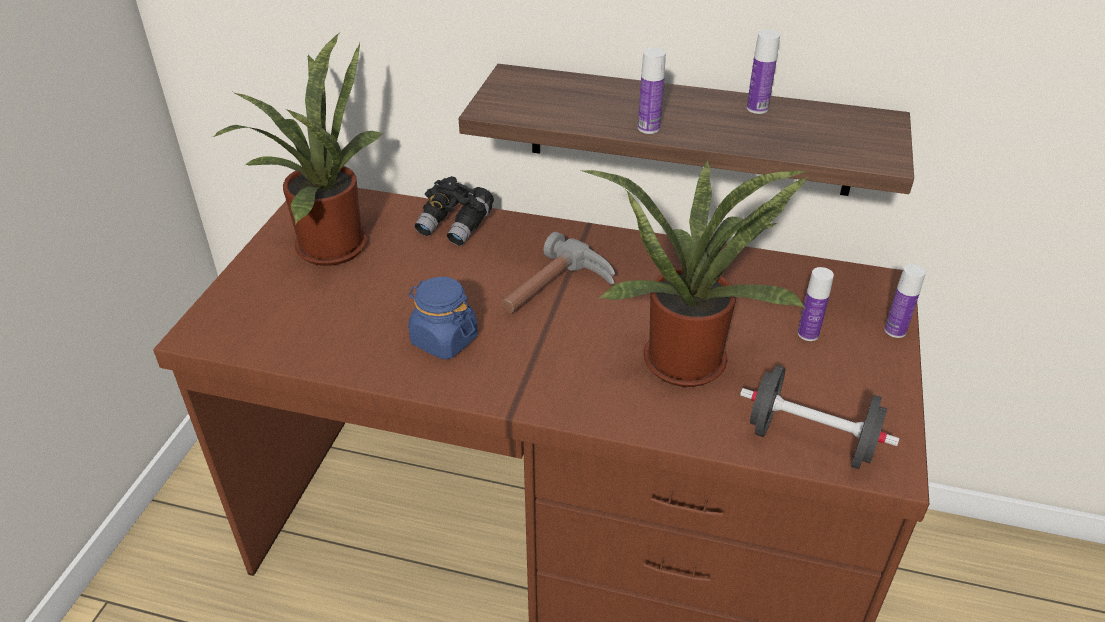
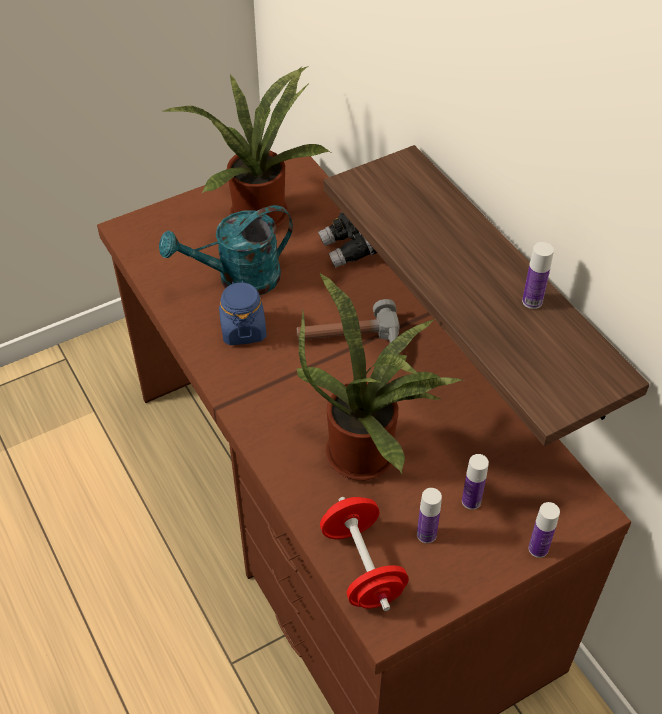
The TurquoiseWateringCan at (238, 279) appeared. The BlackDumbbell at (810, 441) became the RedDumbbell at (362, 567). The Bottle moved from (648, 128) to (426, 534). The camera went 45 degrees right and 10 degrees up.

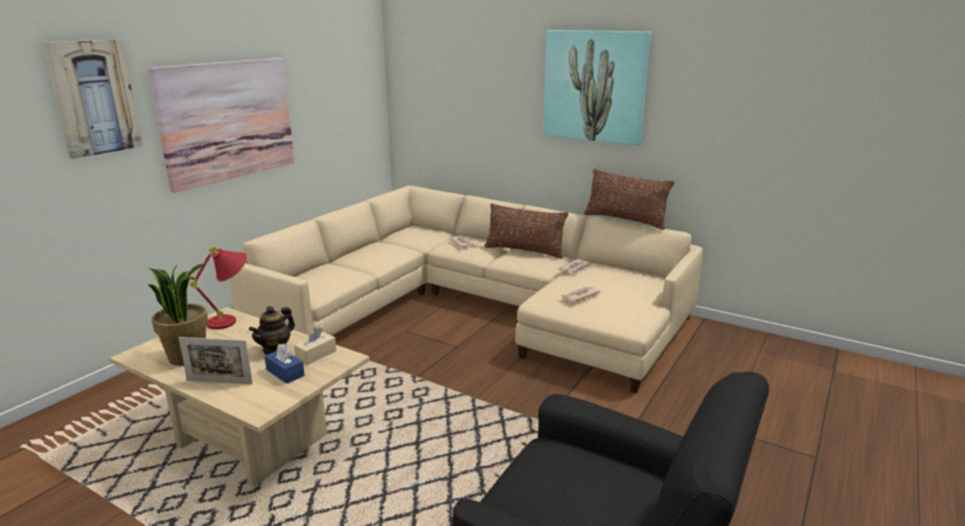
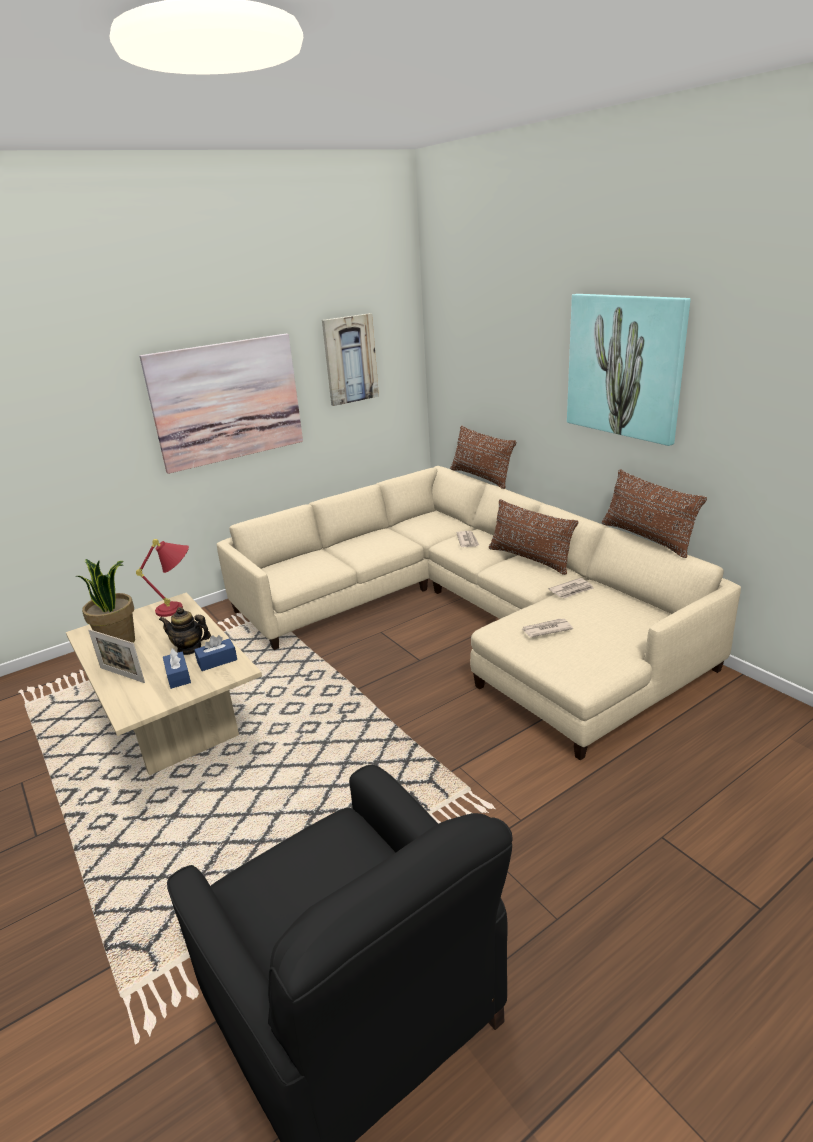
The Teapot at (275, 350) turned 45 degrees clockwise. The BeigeTissueBox at (316, 355) became the BlueTissueBox at (217, 661). The Picture moved from (94, 97) to (350, 359). The BrownPillow at (481, 477) appeared. The camera went 25 degrees right and 5 degrees up.

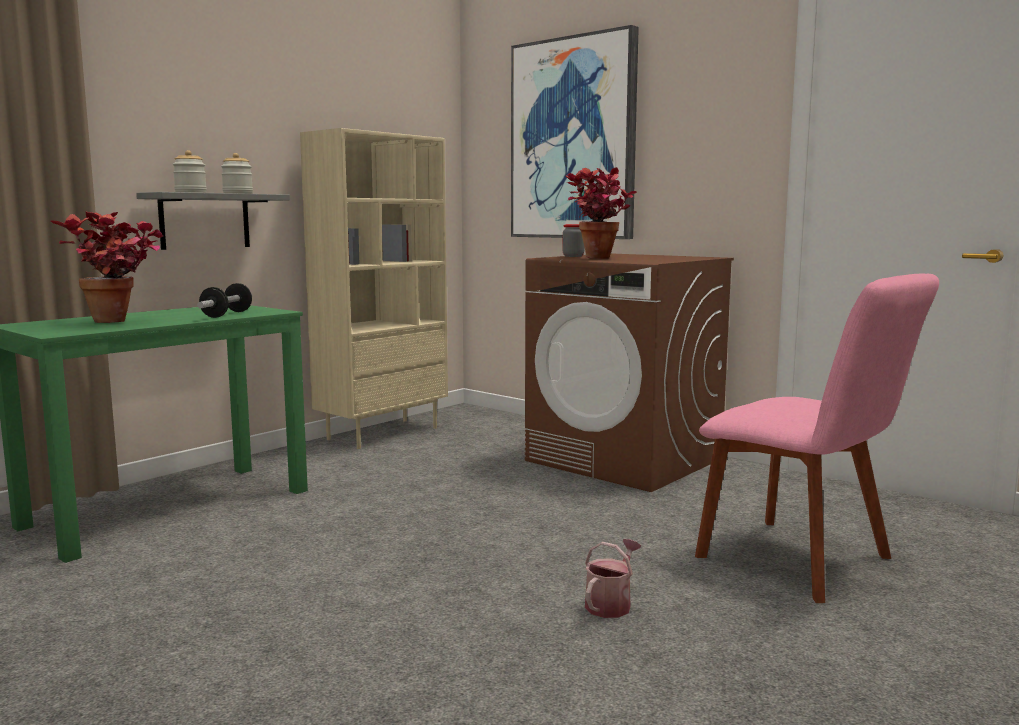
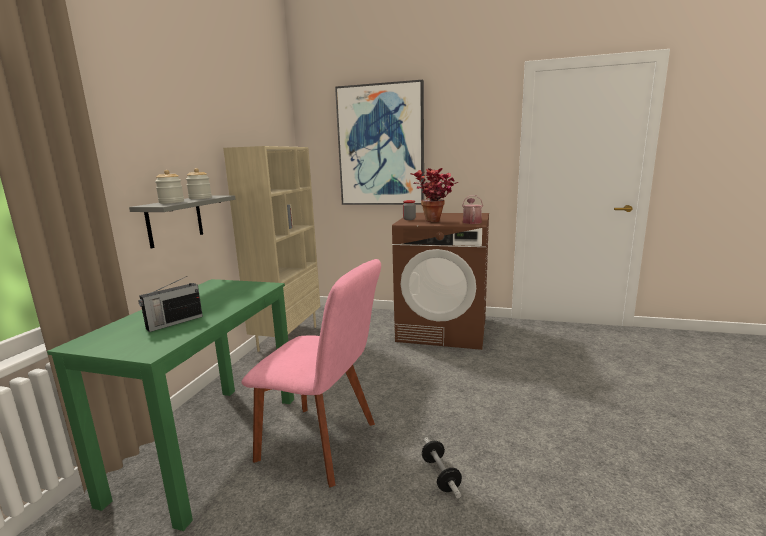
The PottedPlant at (120, 322) was replaced by the Radio at (174, 322). The PinkChair moved from (802, 561) to (323, 443). The Dumbbell moved from (227, 314) to (440, 475). The WateringCan moved from (611, 604) to (471, 222). The camera went 25 degrees left and 5 degrees up.

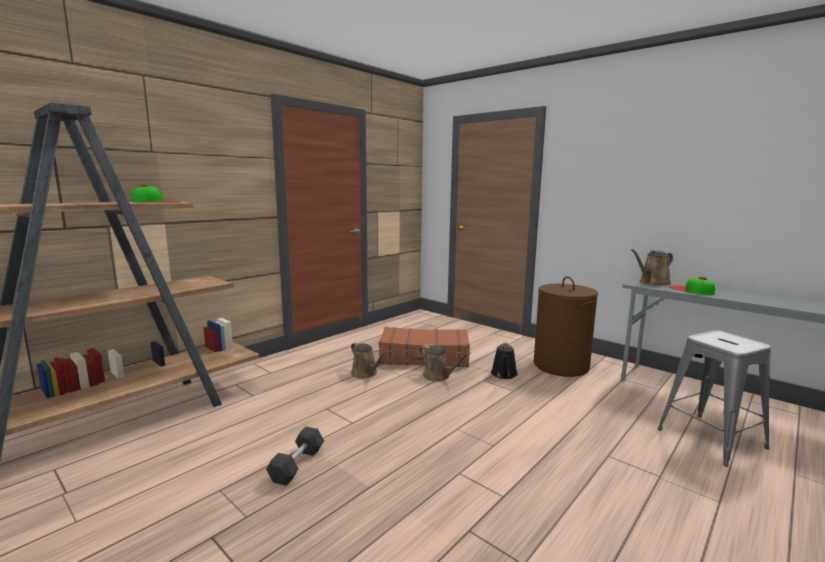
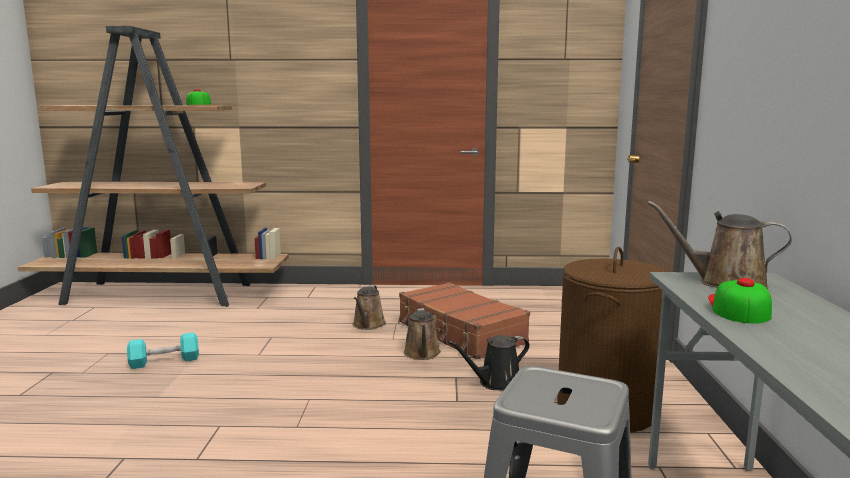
The GreyDumbbell at (297, 465) became the TurquoiseDumbbell at (164, 361). The camera went 50 degrees right and 0 degrees up.

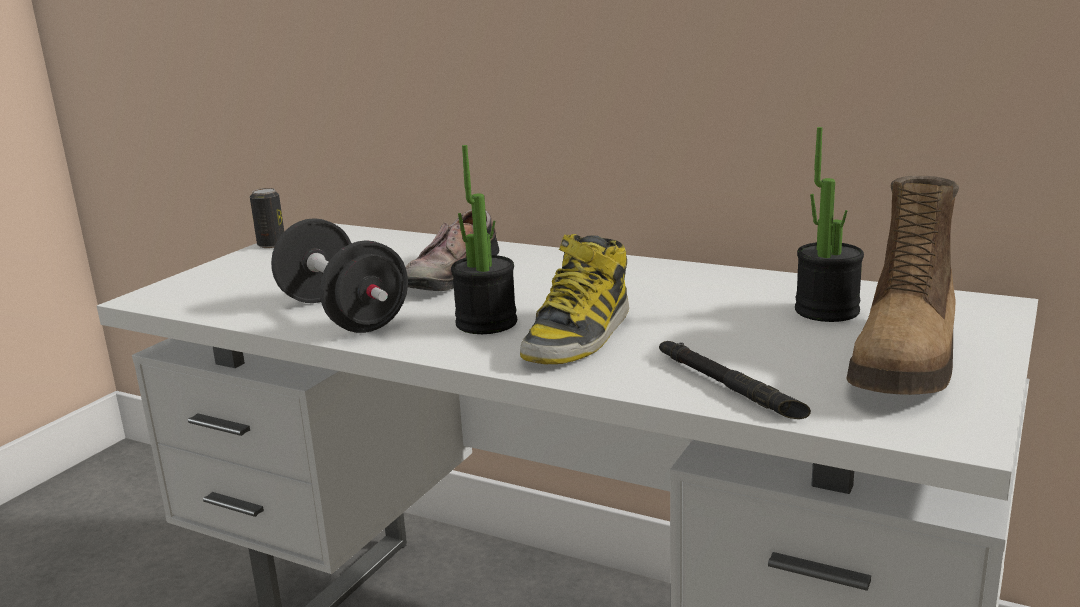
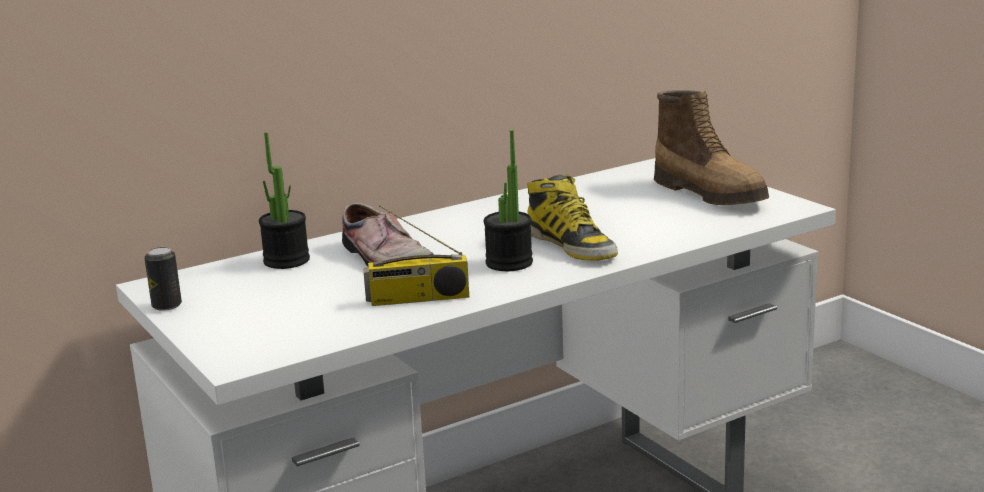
The PottedPlant moved from (826, 311) to (286, 261). The BlackDumbbell at (343, 314) was replaced by the Radio at (417, 299). The BlackFlashlight at (728, 386) disappeared. The camera went 60 degrees left and 0 degrees up.

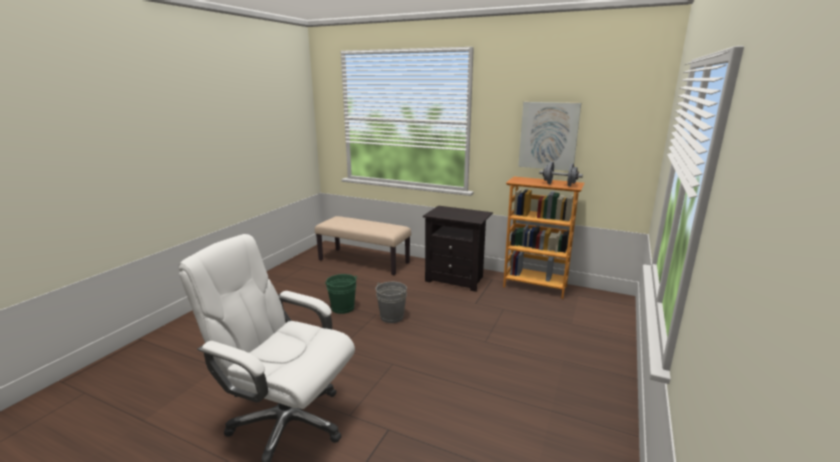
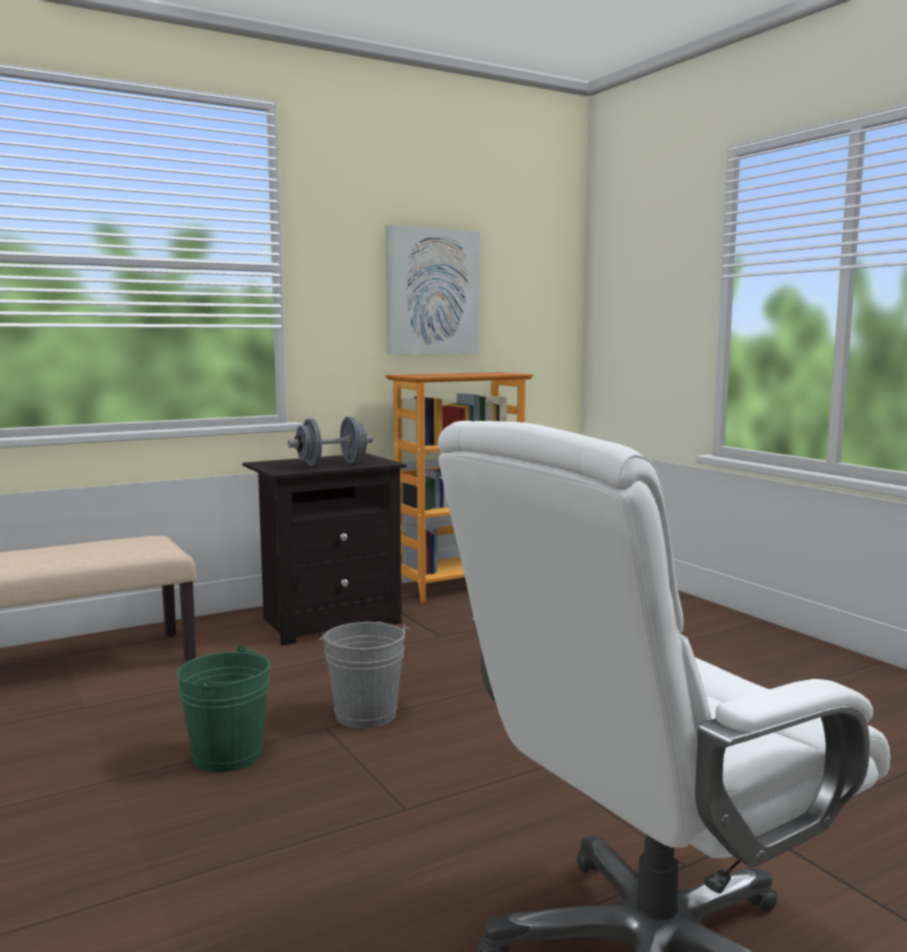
The GreyDumbbell moved from (559, 184) to (331, 464). The camera went 55 degrees left and 10 degrees down.

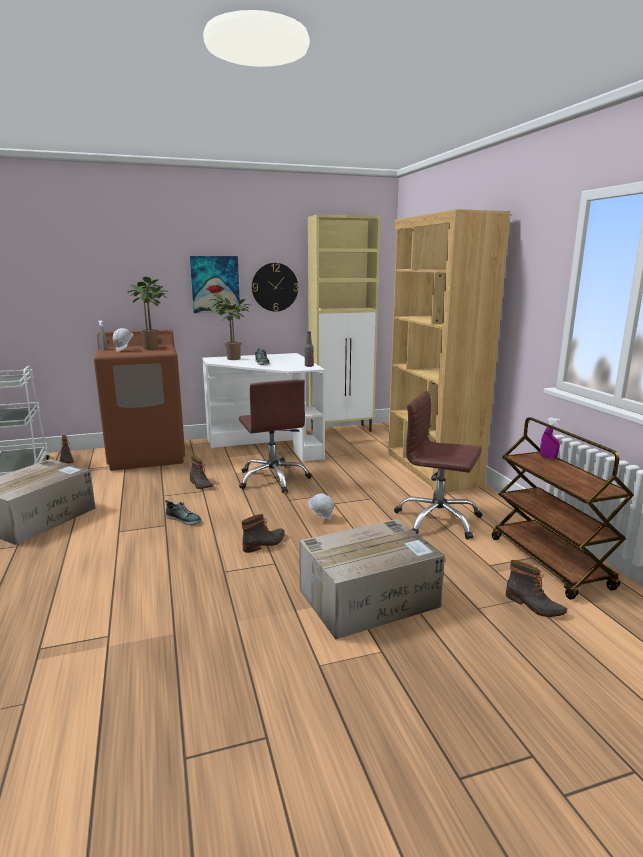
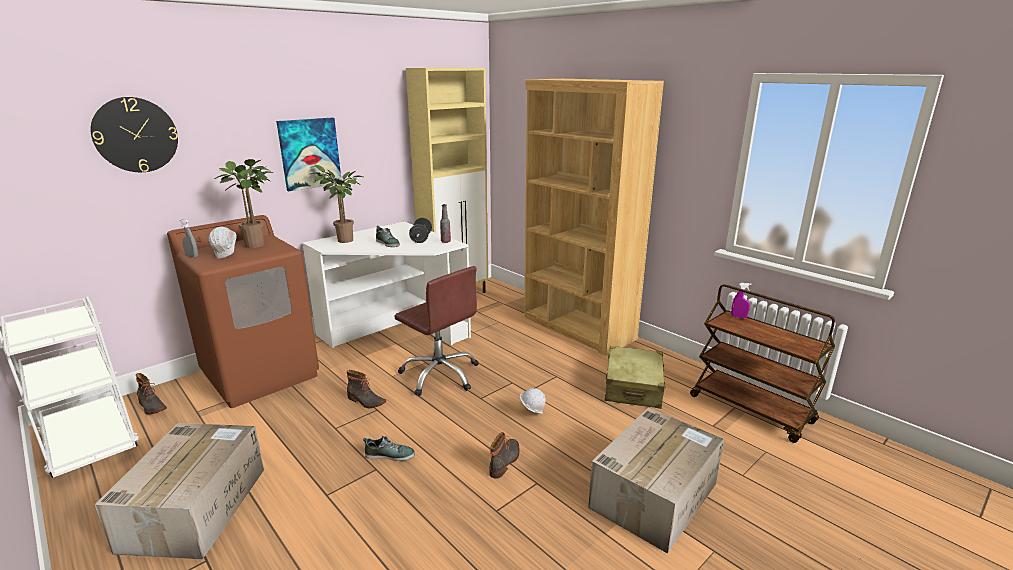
The WallClock moved from (275, 287) to (135, 135). The BlackDumbbell at (421, 239) appeared. The BrownOfficeChair at (438, 520) was replaced by the BeigeSuitcase at (633, 387). The Boot at (534, 605) disappeared. The camera went 25 degrees left and 5 degrees up.

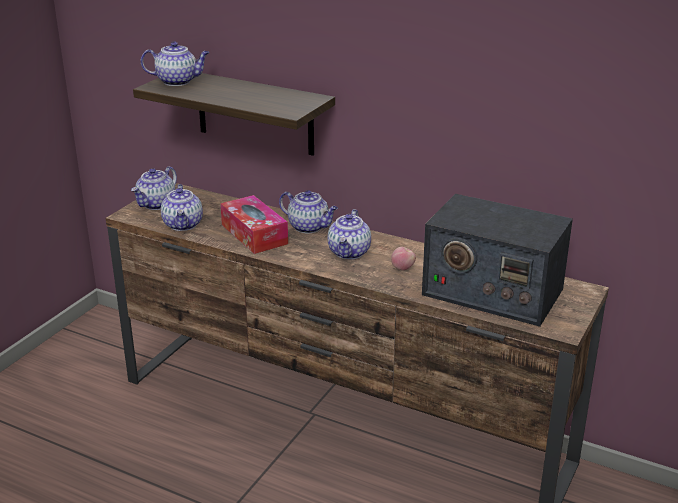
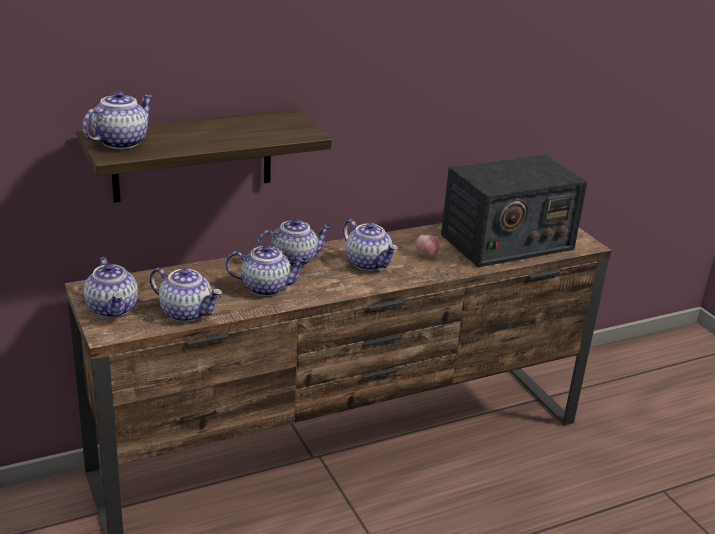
The TissueBox at (254, 234) was replaced by the Teapot at (267, 287). The camera went 55 degrees left and 0 degrees up.

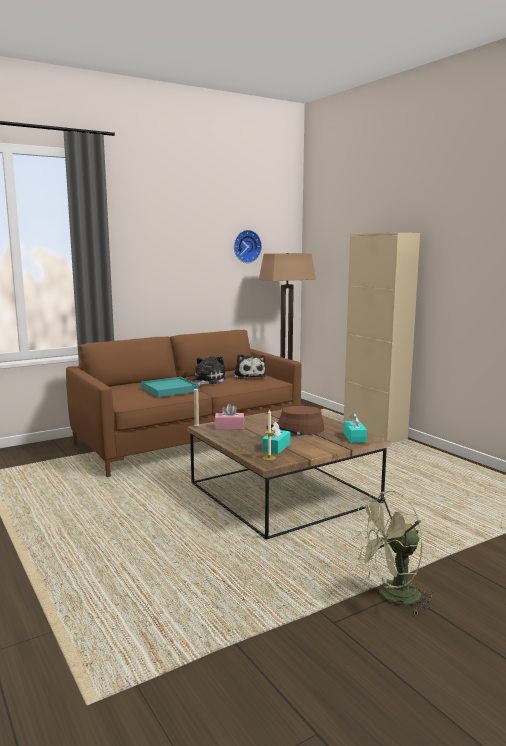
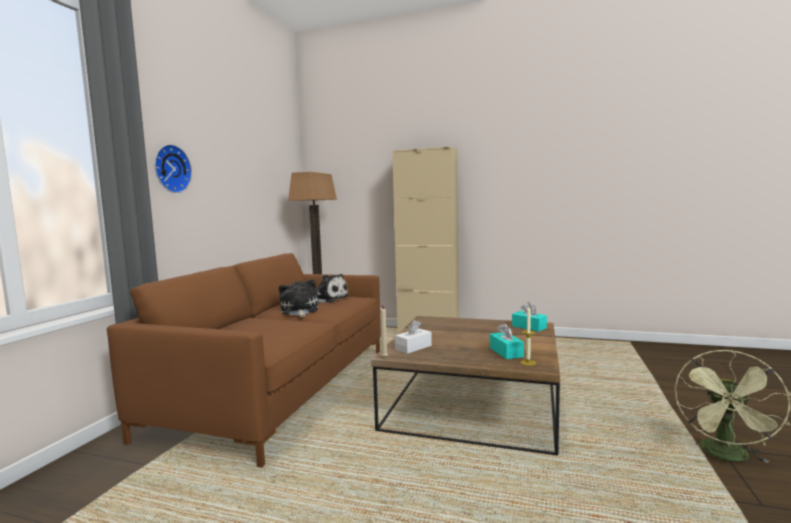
The WallClock moved from (246, 246) to (170, 169). The PinkTissueBox at (229, 427) became the WhiteTissueBox at (413, 347). The TurquoiseTray at (169, 389) disappeared. The BrownHat at (295, 430) disappeared. The camera went 40 degrees left and 5 degrees down.

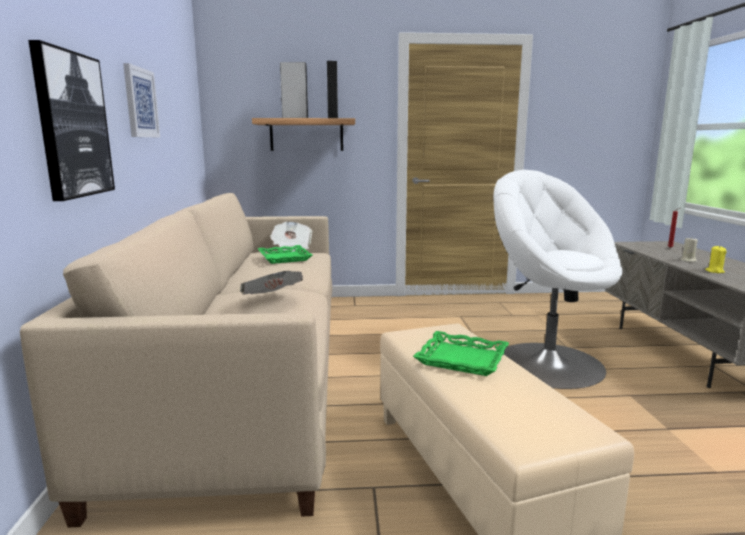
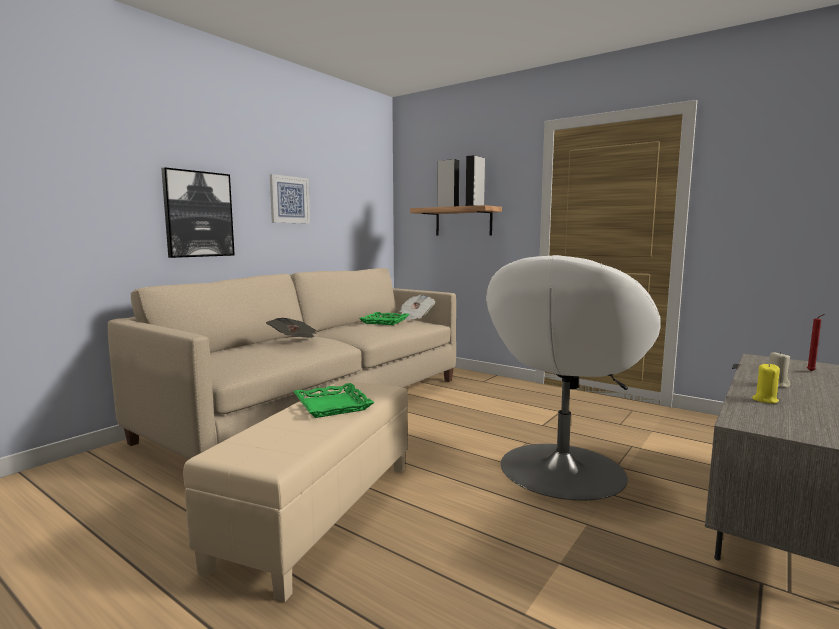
The WhiteArmchair at (547, 363) turned 150 degrees counterclockwise. The camera went 40 degrees right and 5 degrees down.

